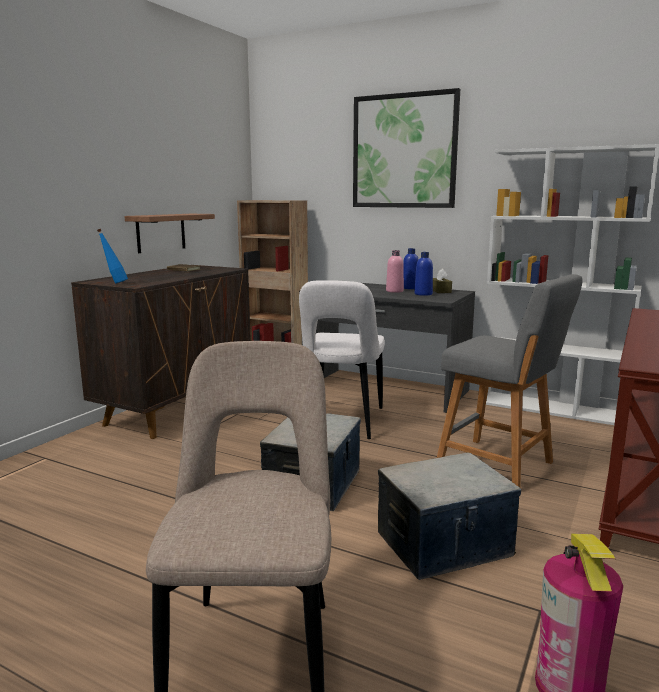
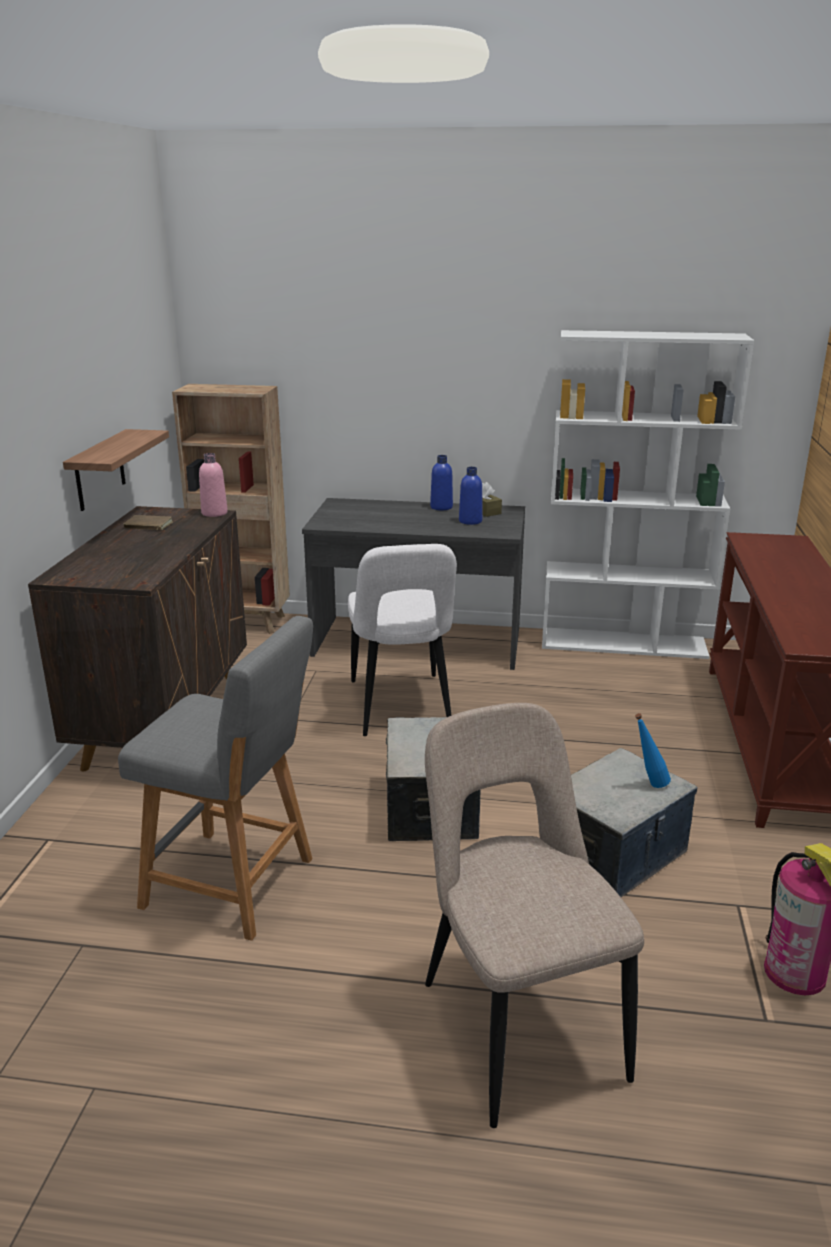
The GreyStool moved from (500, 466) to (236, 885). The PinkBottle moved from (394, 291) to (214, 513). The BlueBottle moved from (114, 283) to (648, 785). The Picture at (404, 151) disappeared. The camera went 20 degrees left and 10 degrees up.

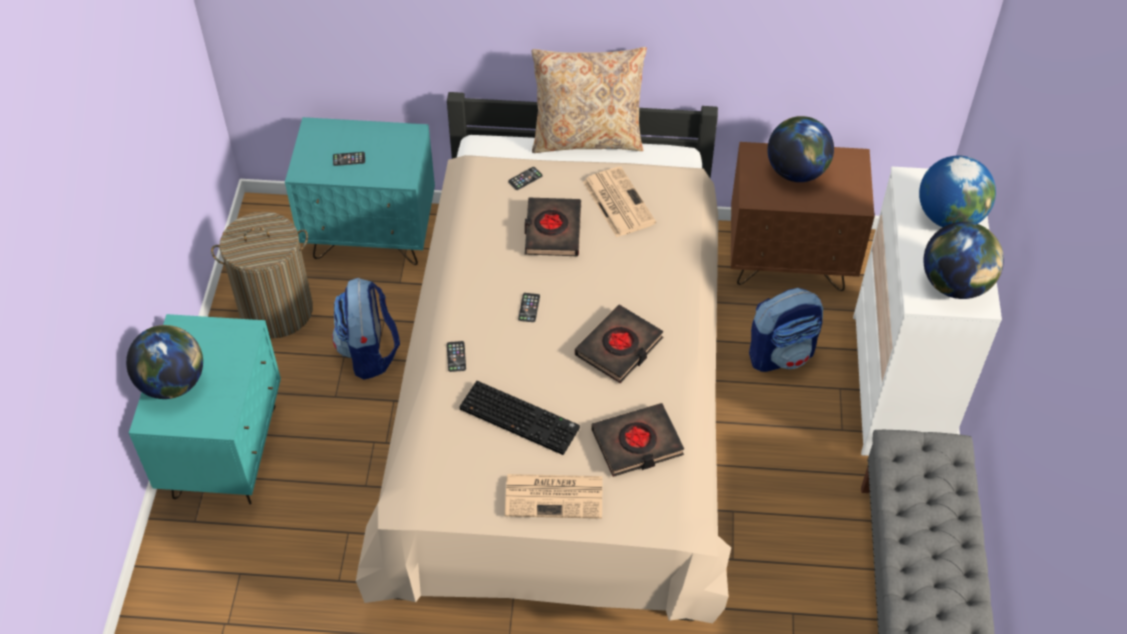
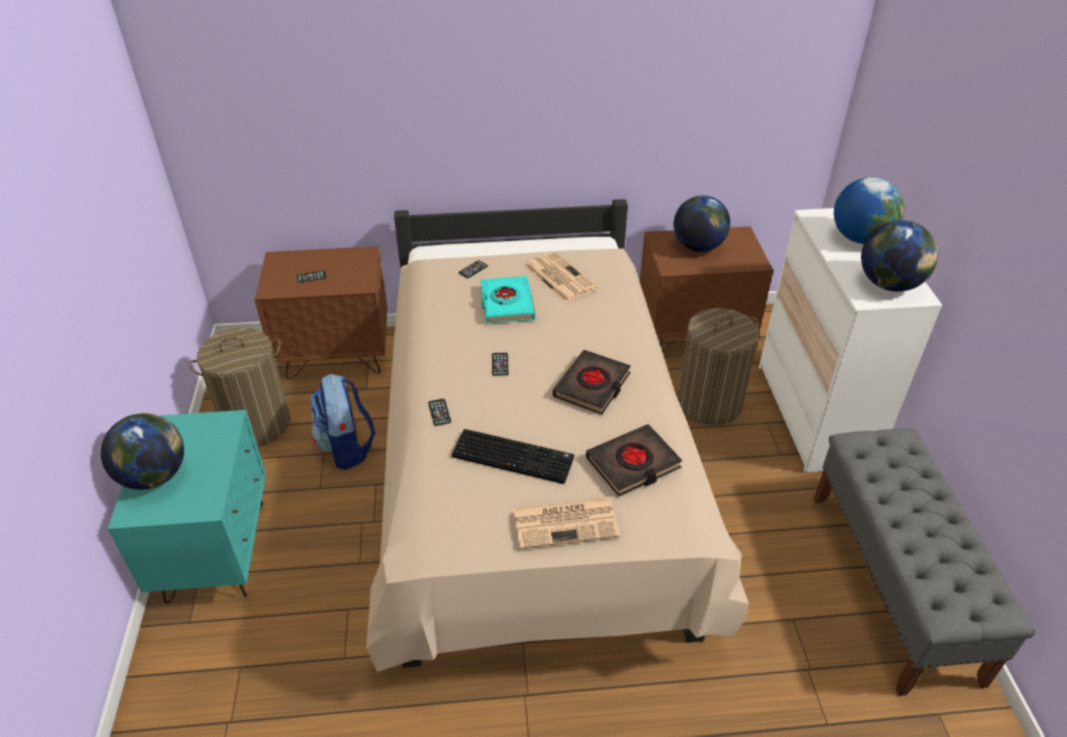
The TurquoiseNightstand at (372, 236) became the BrownNightstand at (336, 357). The BlackBook at (552, 231) became the TurquoiseBook at (506, 304). The Backpack at (781, 354) was replaced by the LaundryBasket at (709, 402). The BeigePillow at (587, 138) disappeared. The camera went 10 degrees left and 10 degrees down.

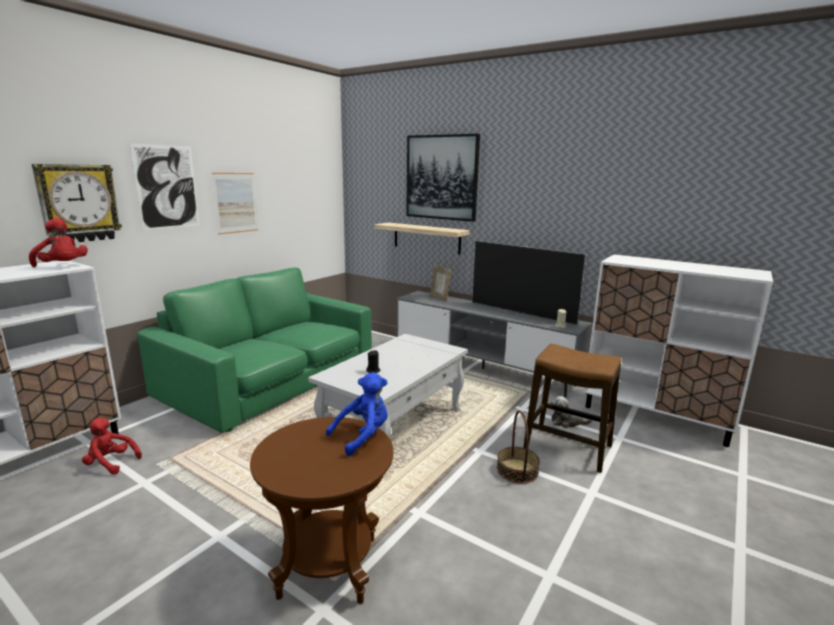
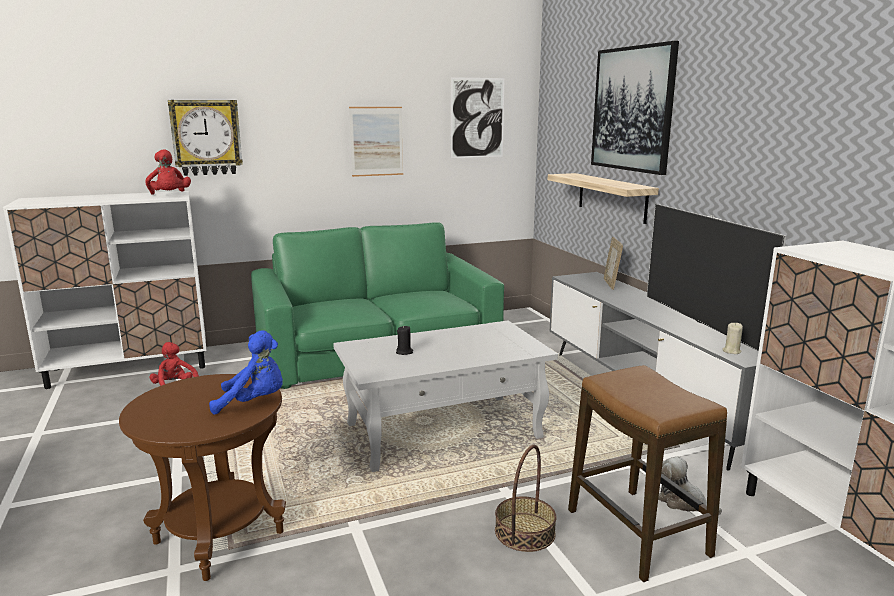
The Picture moved from (167, 187) to (477, 118). The camera went 35 degrees right and 0 degrees up.

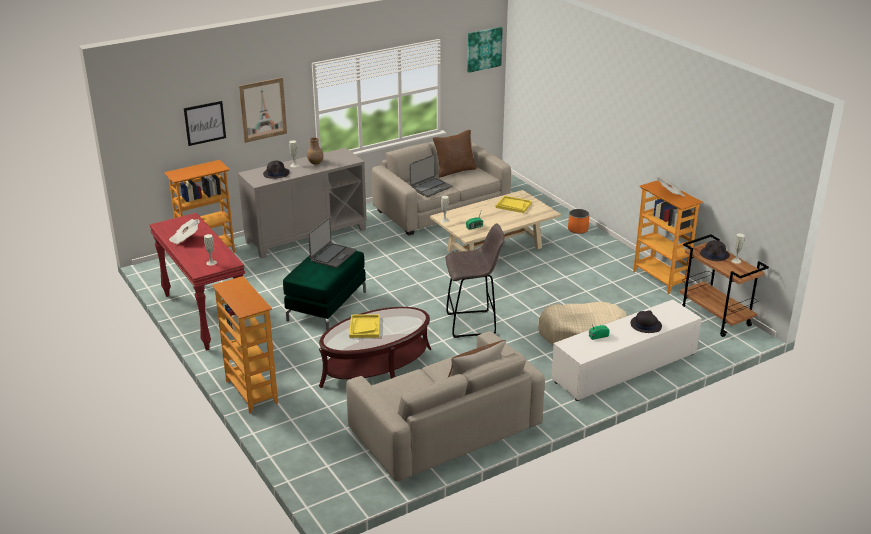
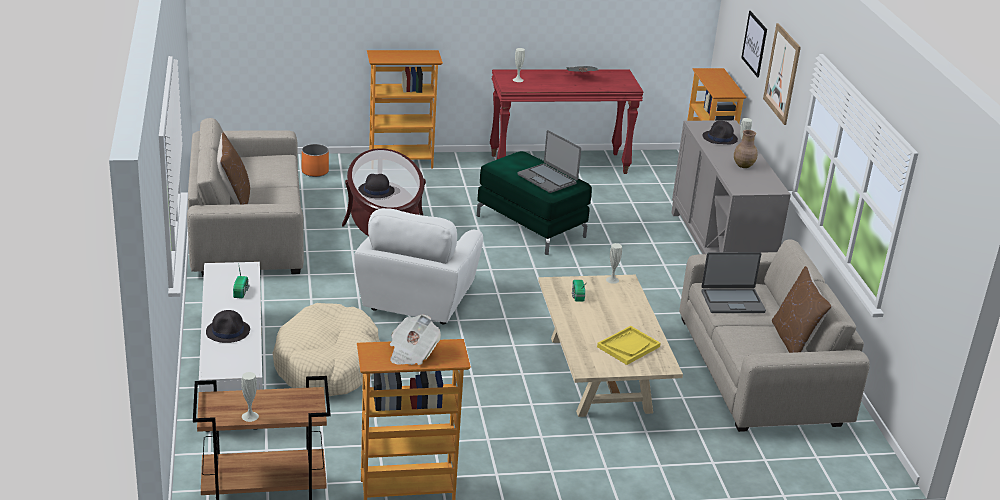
The OrangePlanter moved from (578, 229) to (315, 171). The GreyStool at (473, 324) was replaced by the WhiteArmchair at (418, 299). The BlackHat moved from (714, 254) to (376, 190). The Laptop at (430, 188) turned 75 degrees counterclockwise. The YellowTray at (364, 327) disappeared. The Picture at (484, 49) disappeared. The camera went 110 degrees right and 0 degrees up.

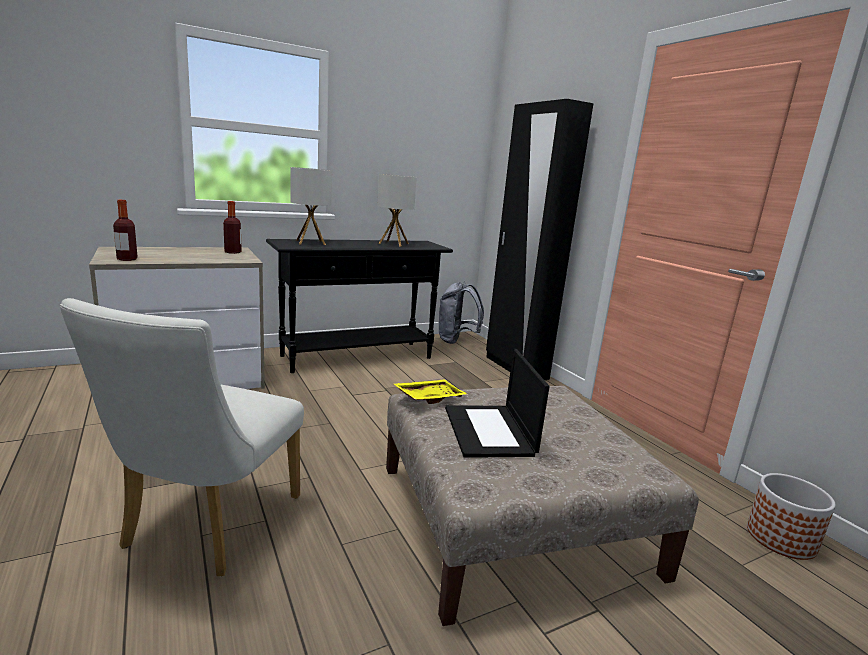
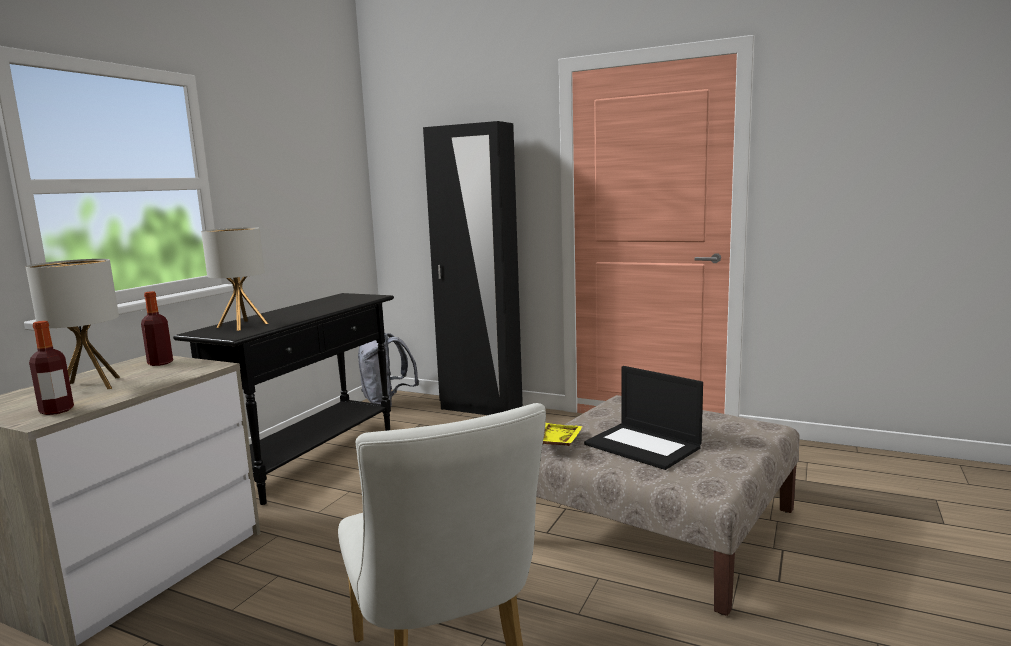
The TableLamp moved from (393, 243) to (90, 386). The Planter at (781, 539) disappeared. The camera went 35 degrees left and 5 degrees down.

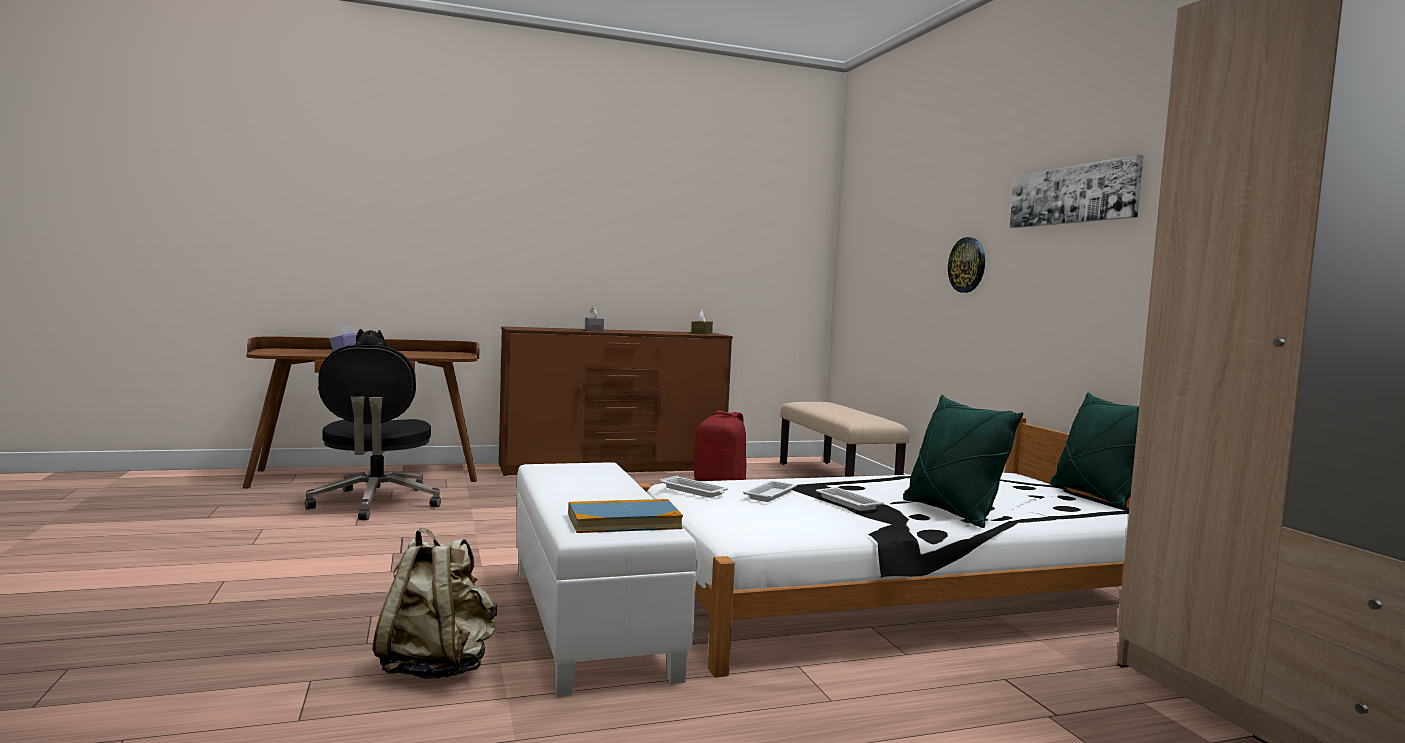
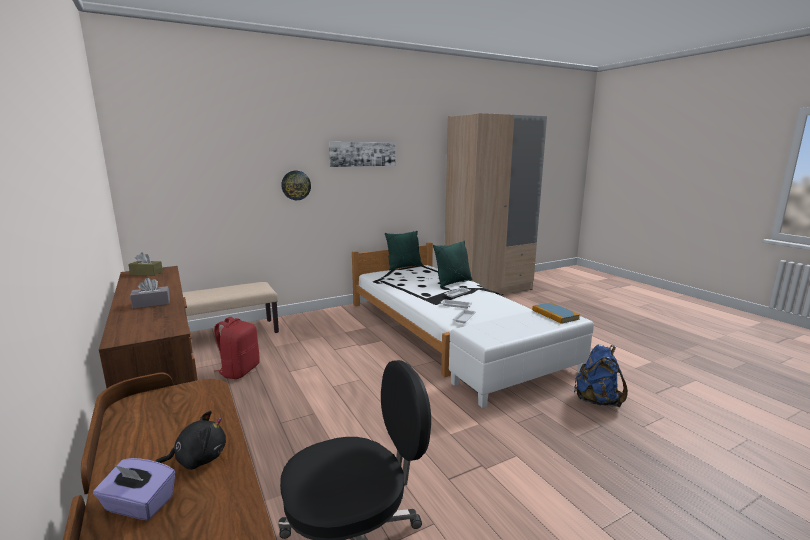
The BeigeBackpack at (437, 667) became the BlueBackpack at (596, 400). The camera went 100 degrees left and 10 degrees up.

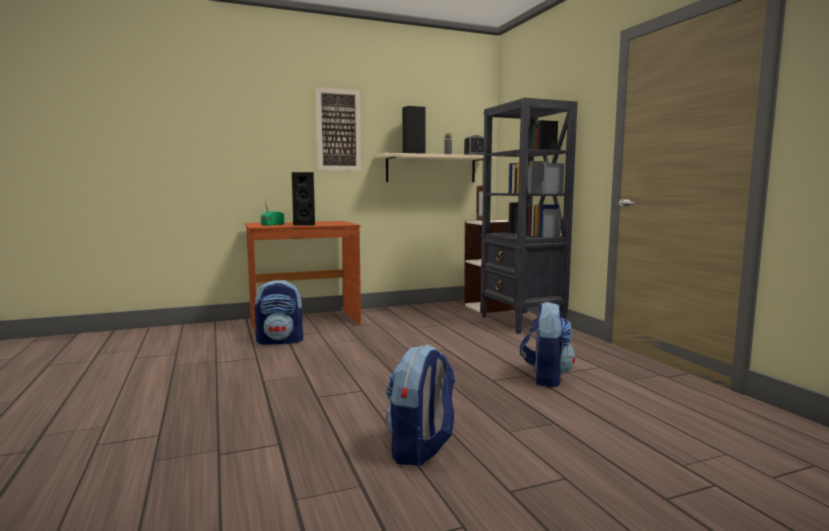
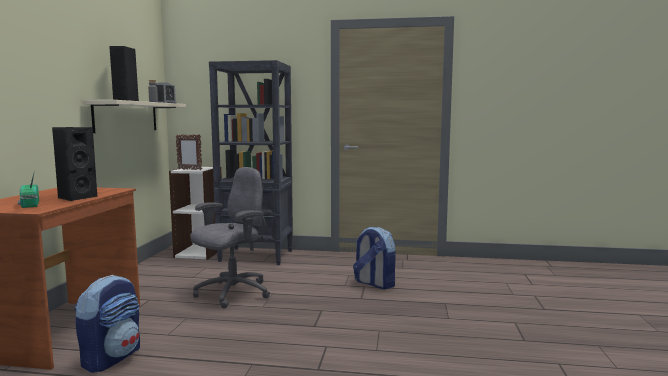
The GreyOfficeChair at (232, 293) appeared. The Picture at (338, 130) disappeared. The Backpack at (421, 449) disappeared. The camera went 60 degrees left and 0 degrees up.

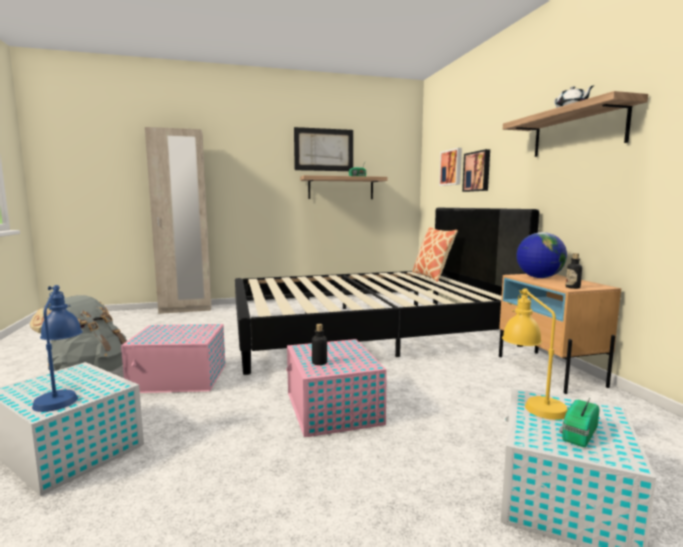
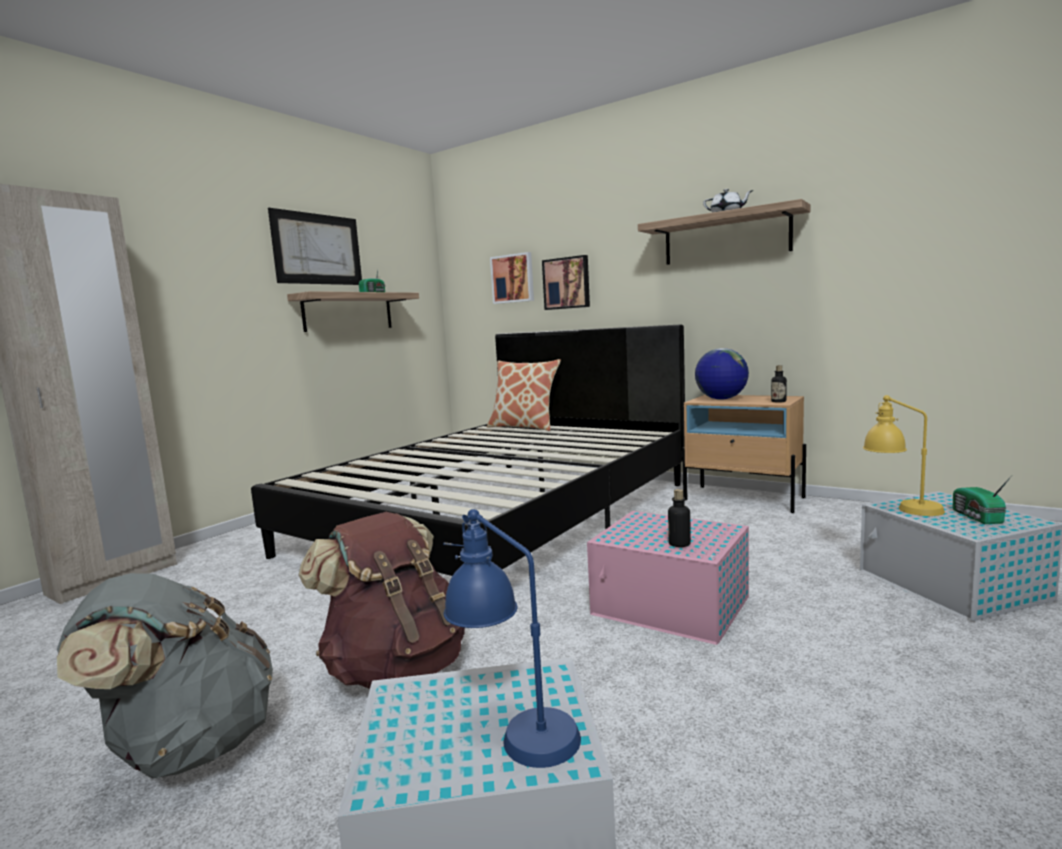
The PinkStorageBox at (180, 378) was replaced by the BrownBackpack at (397, 668). The camera went 40 degrees left and 0 degrees up.

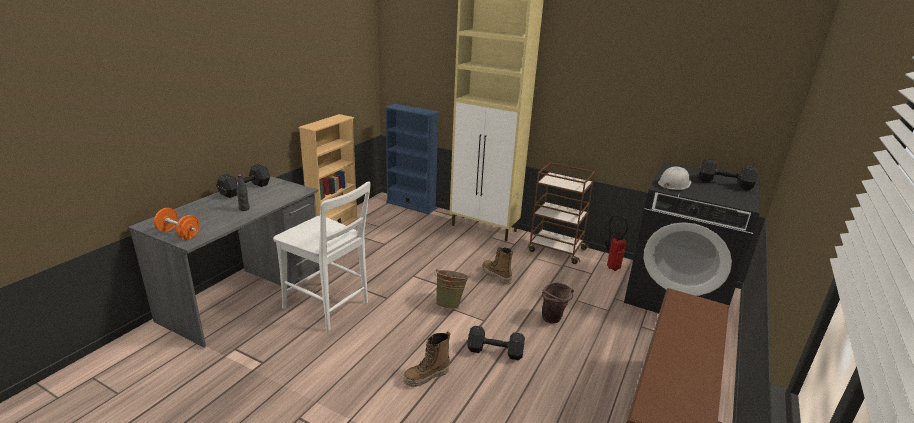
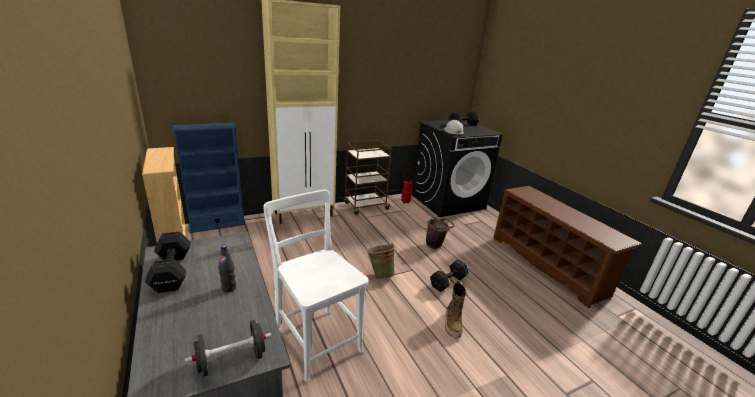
The OrangeDumbbell at (179, 234) became the BlackDumbbell at (231, 360). The WhiteChair at (329, 307) turned 105 degrees counterclockwise. The Boot at (496, 276) disappeared. The camera went 55 degrees left and 0 degrees up.

